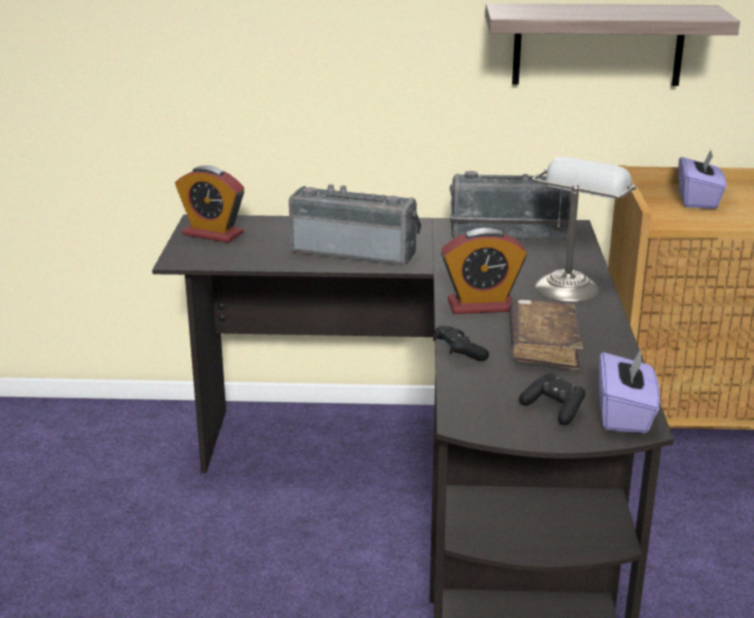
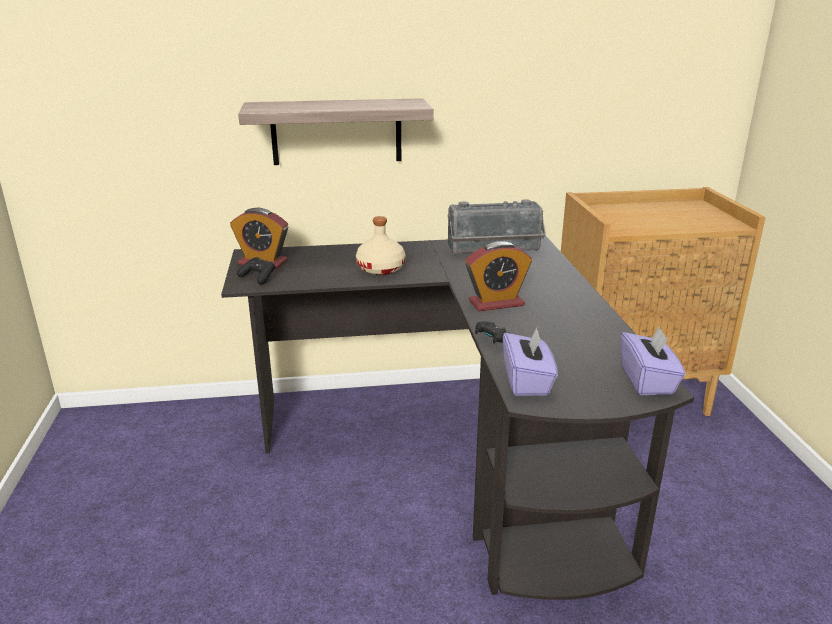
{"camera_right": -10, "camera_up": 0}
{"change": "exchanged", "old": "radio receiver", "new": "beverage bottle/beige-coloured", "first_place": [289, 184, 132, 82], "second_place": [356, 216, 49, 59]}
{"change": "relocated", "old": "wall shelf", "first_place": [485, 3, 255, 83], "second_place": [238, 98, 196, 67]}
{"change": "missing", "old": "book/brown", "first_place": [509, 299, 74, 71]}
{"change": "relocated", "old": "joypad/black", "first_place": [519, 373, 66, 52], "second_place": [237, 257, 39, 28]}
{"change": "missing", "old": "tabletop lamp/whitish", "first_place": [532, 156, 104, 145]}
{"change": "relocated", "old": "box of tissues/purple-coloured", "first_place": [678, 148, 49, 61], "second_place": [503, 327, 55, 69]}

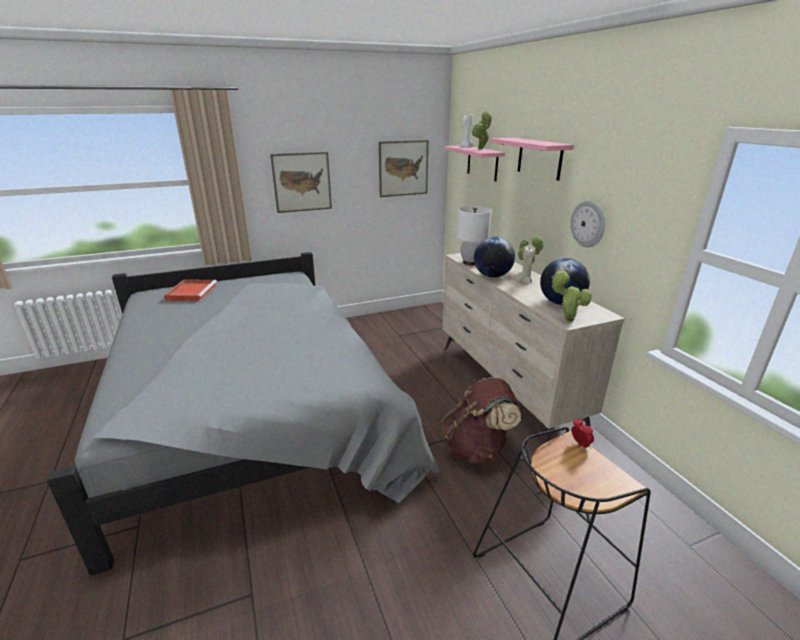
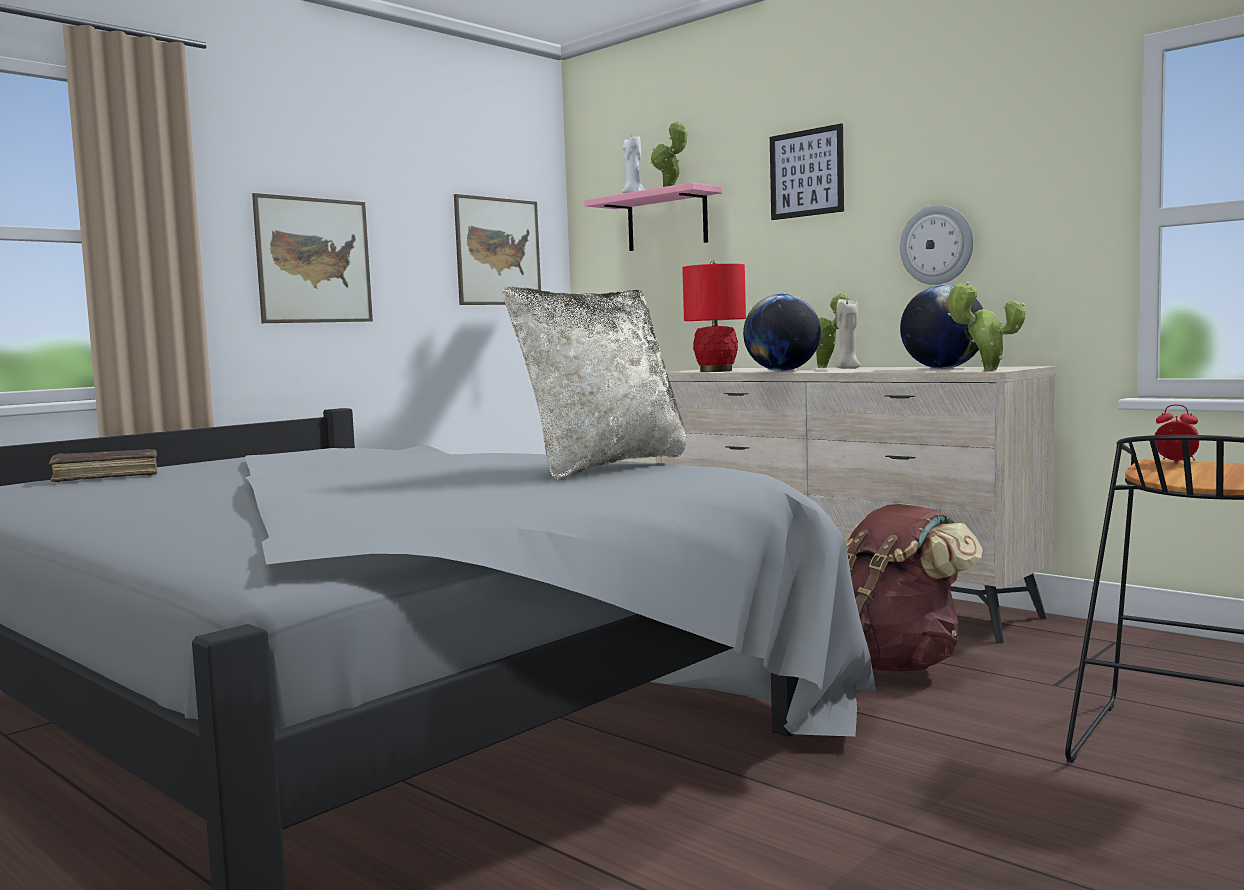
{"camera_right": -25, "camera_up": -20}
{"change": "exchanged", "old": "serving tray/red", "new": "book/brown", "first_place": [164, 280, 53, 21], "second_place": [49, 449, 109, 33]}
{"change": "colour", "old": "tabletop lamp/whitish", "new": "tabletop lamp/red", "first_place": [457, 206, 35, 59], "second_place": [682, 261, 64, 111]}
{"change": "exchanged", "old": "wall shelf/pinkish", "new": "picture", "first_place": [491, 138, 83, 43], "second_place": [770, 123, 74, 97]}
{"change": "appeared", "new": "throw pillow/beige-coloured", "second_place": [502, 286, 184, 194]}

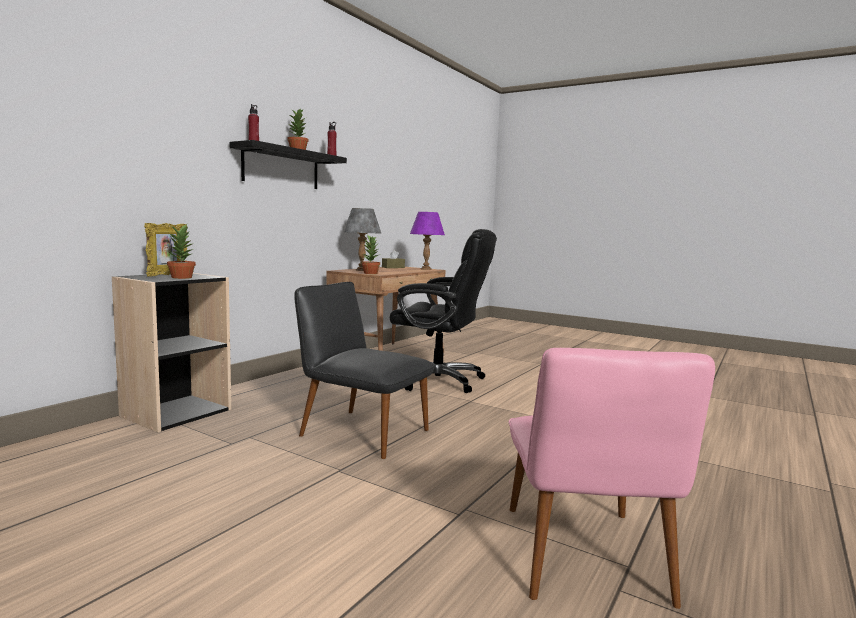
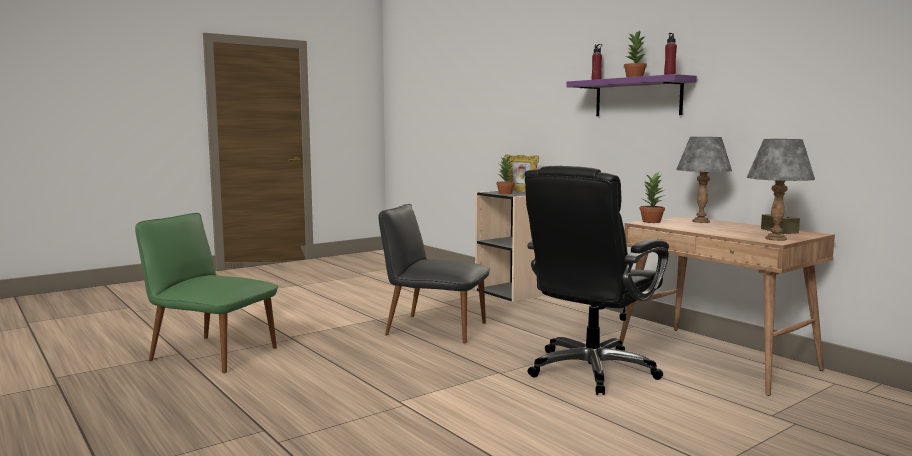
{"camera_right": 110, "camera_up": 0}
{"change": "colour", "old": "wall shelf/black", "new": "wall shelf/purple-coloured", "first_place": [230, 140, 117, 49], "second_place": [566, 74, 131, 42]}
{"change": "spun", "old": "plain chair/black", "first_place": [294, 282, 141, 177], "second_place": [378, 204, 112, 139], "degrees": -120}
{"change": "colour", "old": "tabletop lamp/purple-coloured", "new": "tabletop lamp/gray", "first_place": [410, 212, 35, 58], "second_place": [747, 139, 68, 102]}
{"change": "colour", "old": "plain chair/pinkish", "new": "plain chair/green", "first_place": [509, 348, 206, 261], "second_place": [135, 213, 143, 160]}

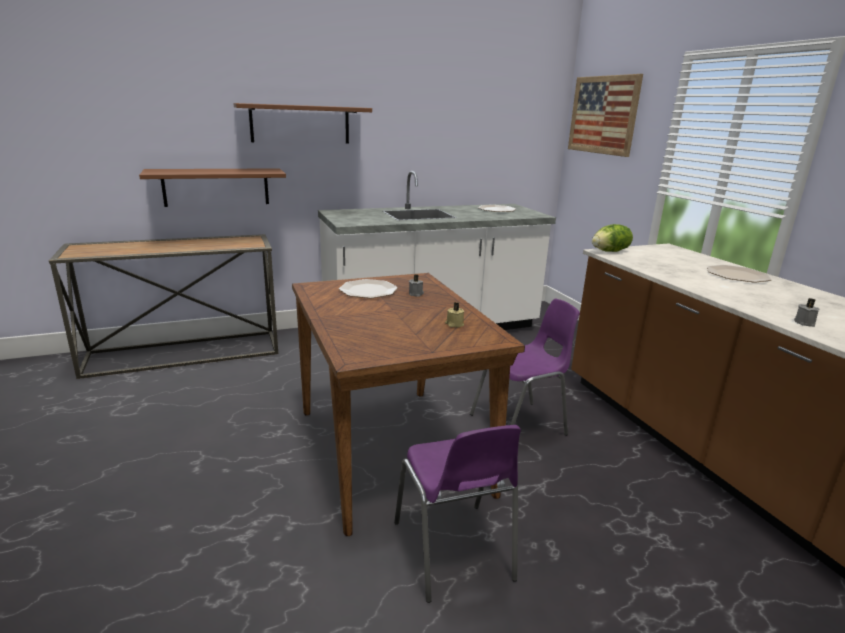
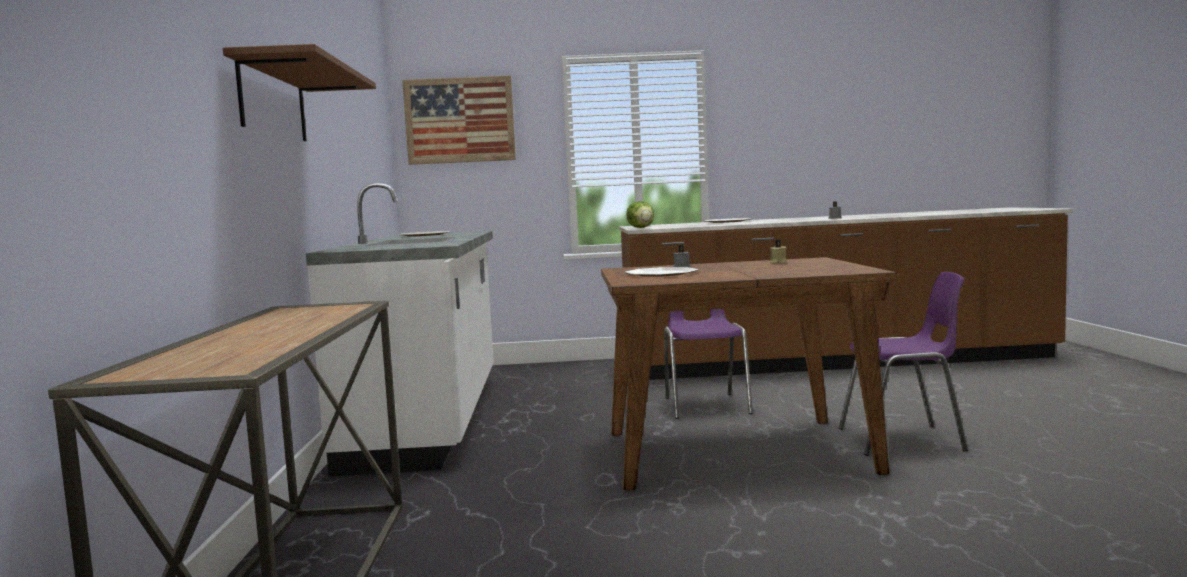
{"camera_right": -70, "camera_up": -15}
{"change": "missing", "old": "wall shelf/brown", "first_place": [139, 168, 147, 39]}

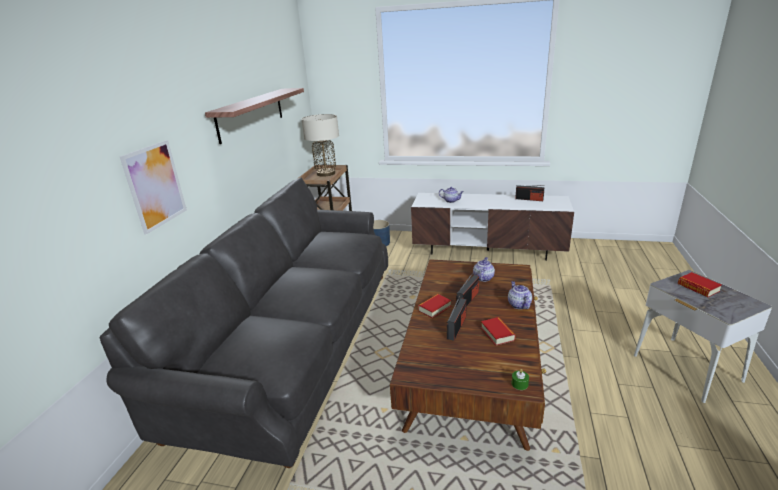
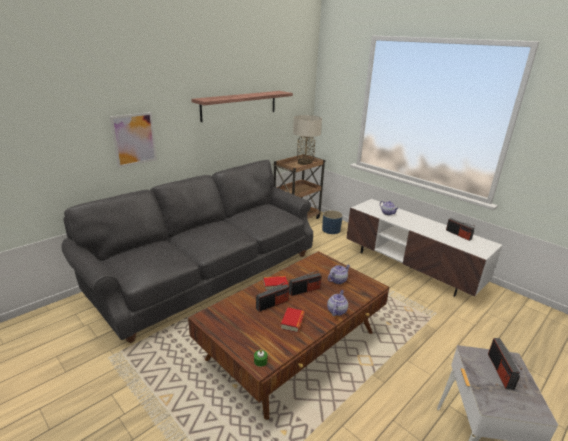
{"camera_right": 30, "camera_up": 0}
{"change": "exchanged", "old": "book", "new": "radio receiver", "first_place": [678, 272, 44, 25], "second_place": [488, 338, 34, 52]}

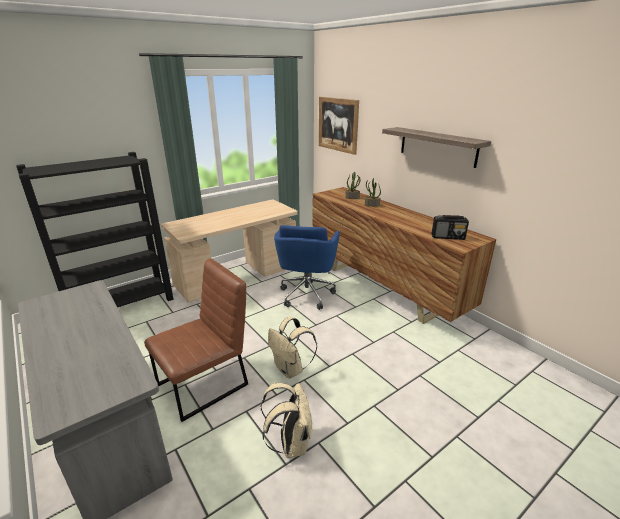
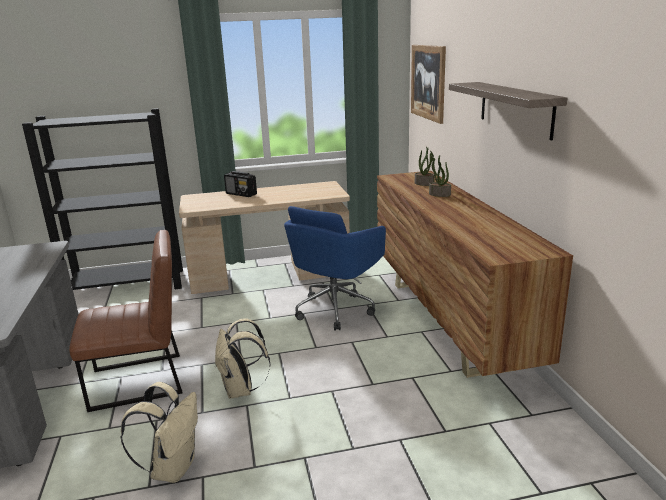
{"camera_right": 25, "camera_up": -5}
{"change": "relocated", "old": "radio receiver", "first_place": [432, 215, 37, 25], "second_place": [224, 171, 33, 26]}

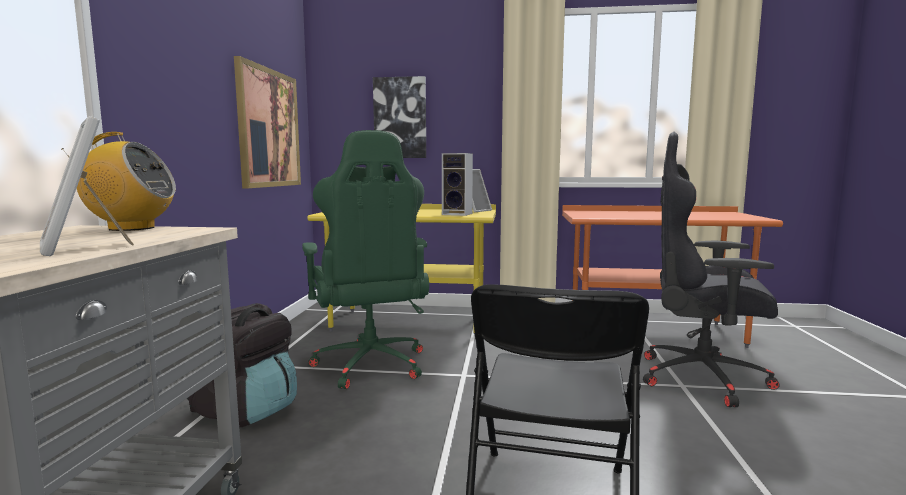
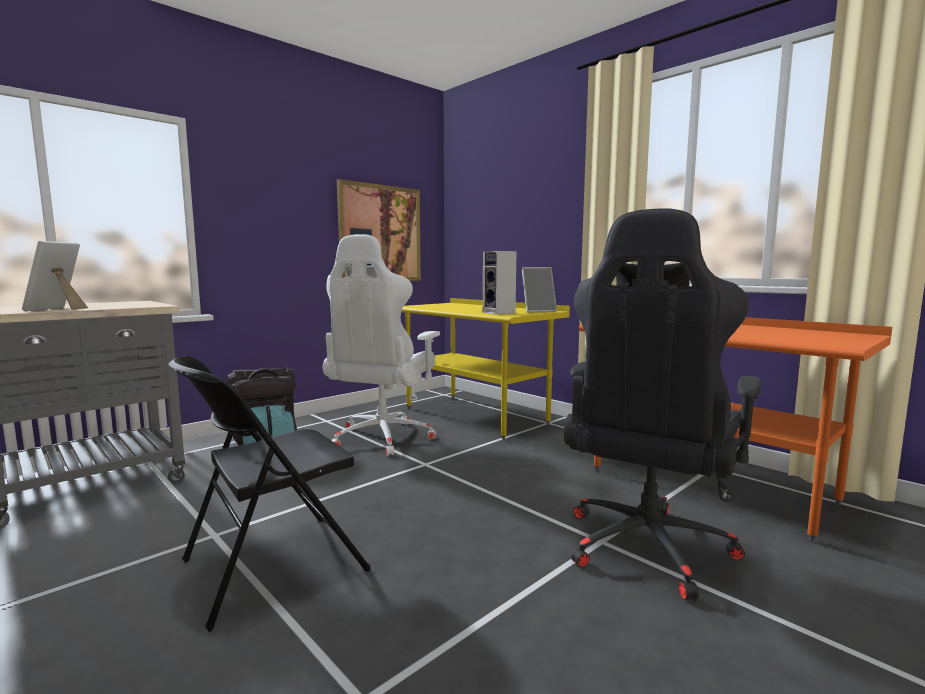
{"camera_right": 40, "camera_up": 0}
{"change": "missing", "old": "radio receiver", "first_place": [61, 132, 115, 99]}
{"change": "colour", "old": "computer chair/green", "new": "computer chair/whitish", "first_place": [302, 130, 127, 259], "second_place": [323, 234, 117, 222]}
{"change": "missing", "old": "picture", "first_place": [373, 76, 53, 82]}
{"change": "spun", "old": "computer chair/black", "first_place": [643, 131, 137, 276], "second_place": [564, 208, 197, 392], "degrees": -120}

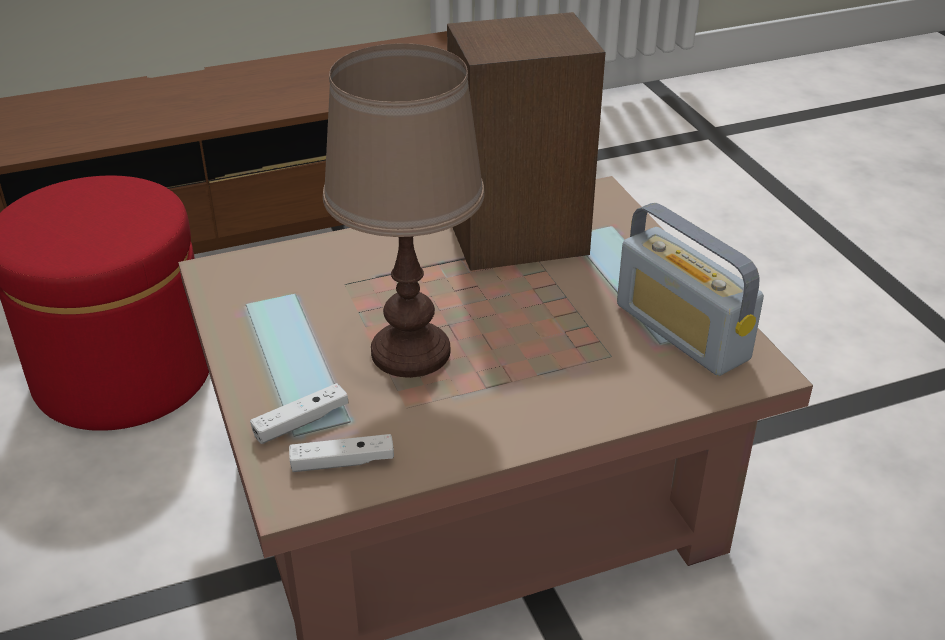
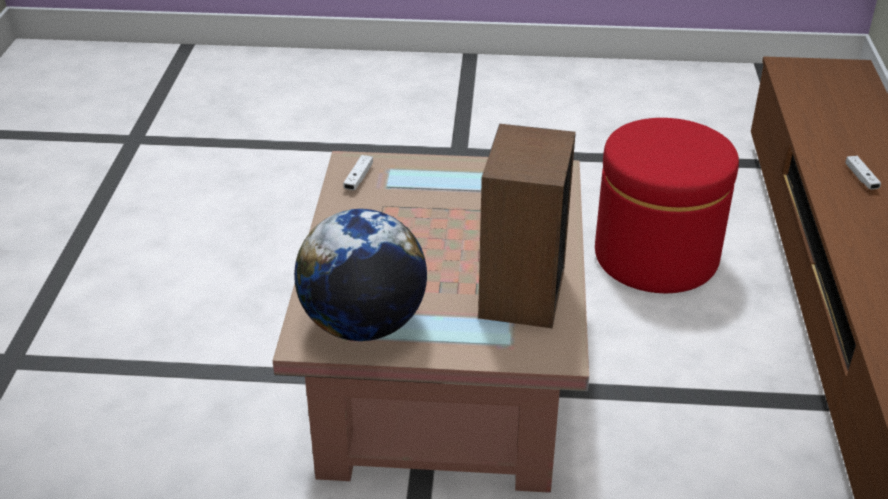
{"camera_right": 115, "camera_up": 0}
{"change": "relocated", "old": "joypad/whitish", "first_place": [250, 383, 98, 61], "second_place": [845, 156, 36, 34]}
{"change": "missing", "old": "tabletop lamp/brown", "first_place": [323, 43, 162, 335]}
{"change": "exchanged", "old": "radio receiver", "new": "globe", "first_place": [617, 203, 147, 173], "second_place": [294, 209, 133, 132]}

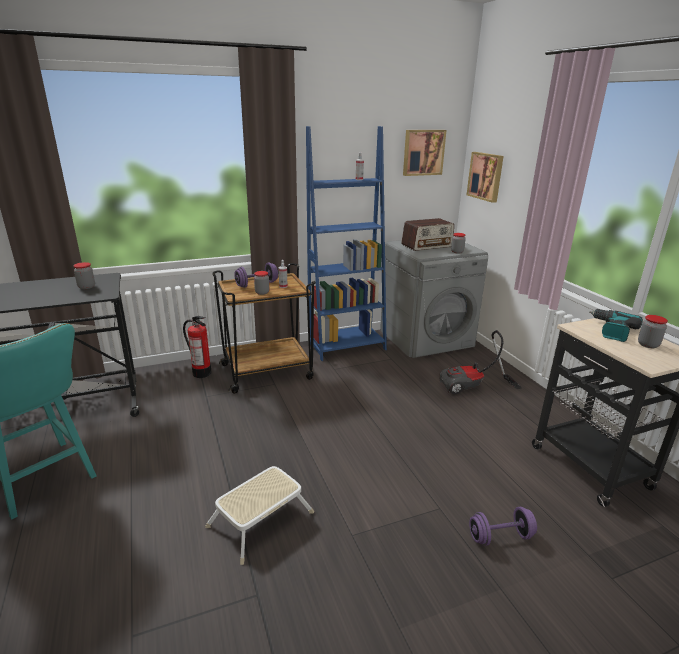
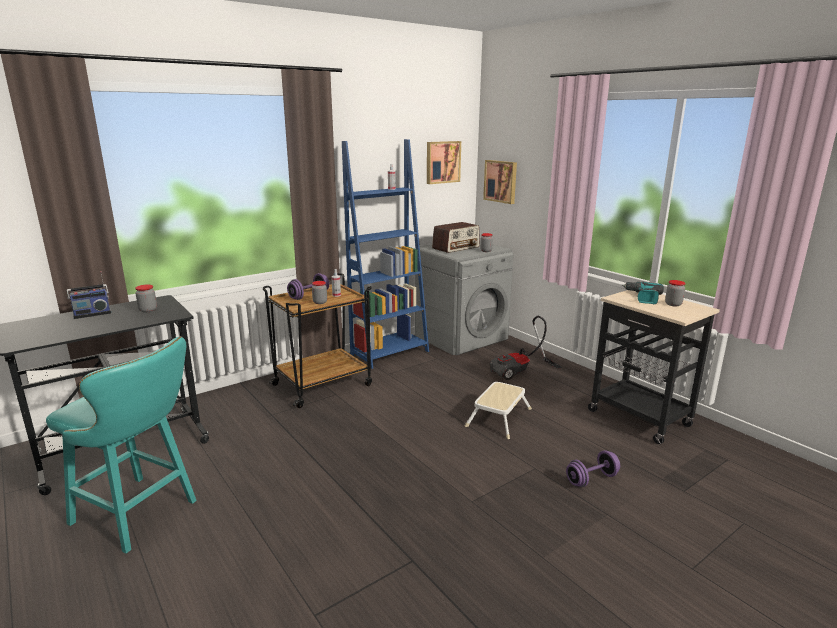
{"camera_right": -15, "camera_up": -5}
{"change": "missing", "old": "fire extinguisher", "first_place": [183, 316, 29, 62]}
{"change": "relocated", "old": "step stool/beige-coloured", "first_place": [205, 466, 109, 99], "second_place": [465, 382, 67, 57]}
{"change": "appeared", "new": "radio receiver", "second_place": [67, 271, 44, 48]}

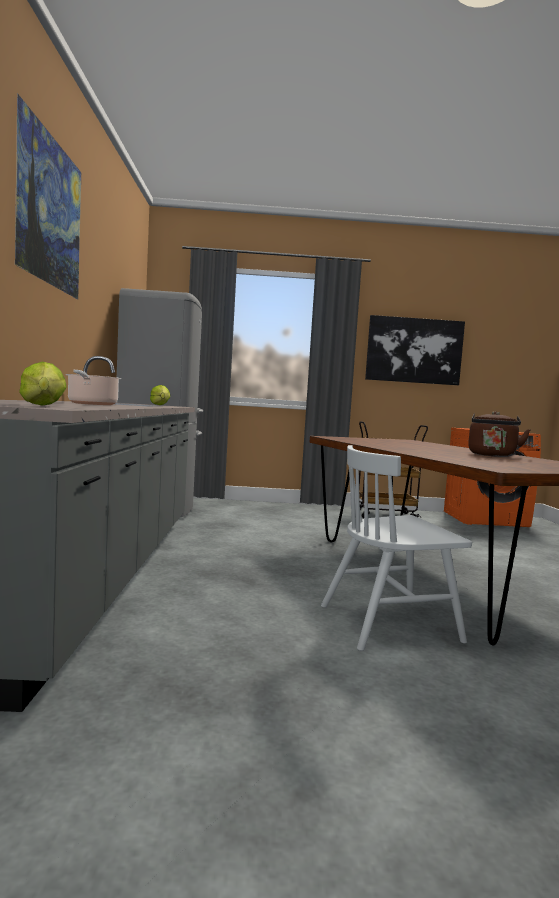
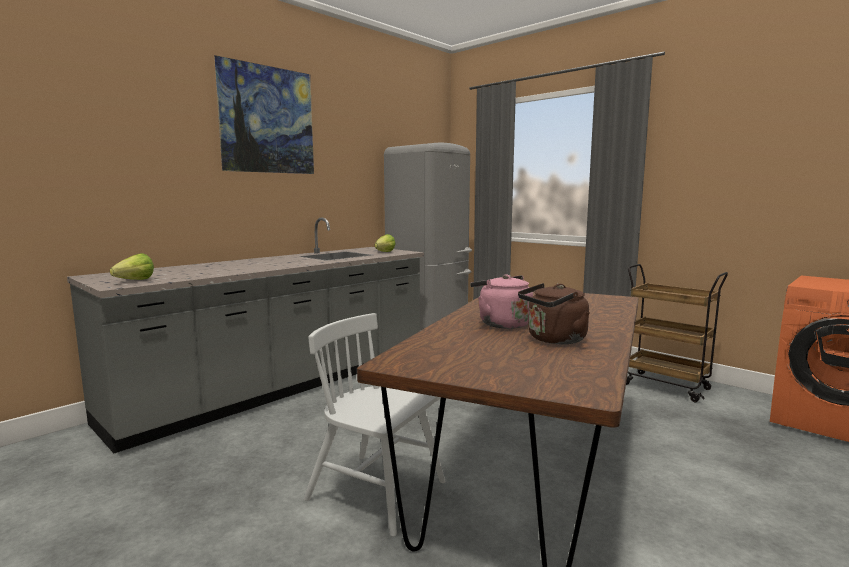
{"camera_right": 45, "camera_up": 5}
{"change": "missing", "old": "stockpot", "first_place": [66, 370, 55, 35]}
{"change": "missing", "old": "picture", "first_place": [365, 315, 100, 70]}
{"change": "appeared", "new": "water kettle/pinkish", "second_place": [470, 274, 63, 55]}

